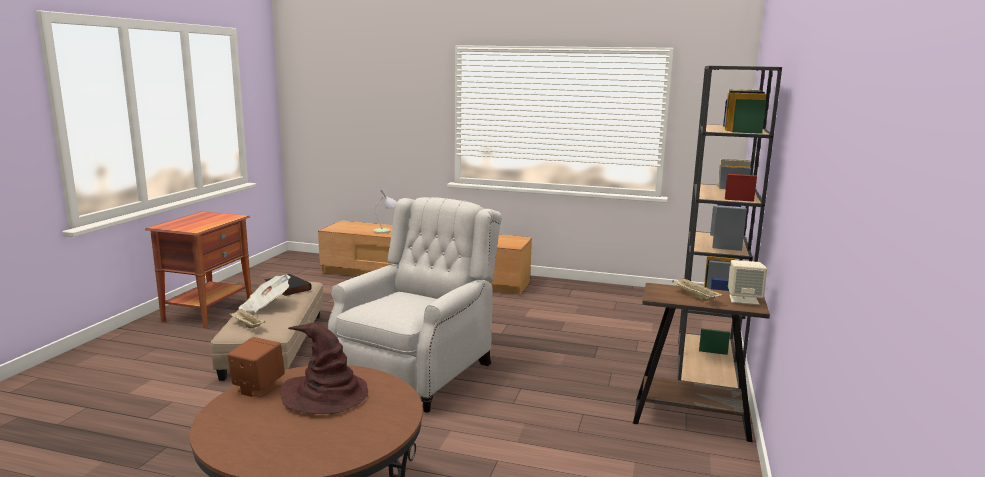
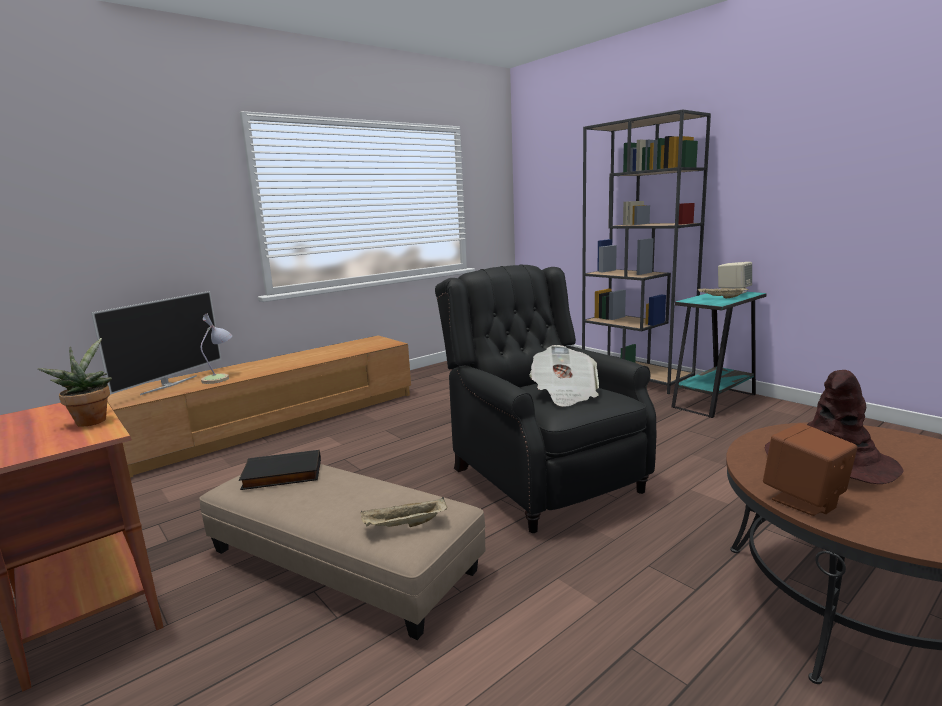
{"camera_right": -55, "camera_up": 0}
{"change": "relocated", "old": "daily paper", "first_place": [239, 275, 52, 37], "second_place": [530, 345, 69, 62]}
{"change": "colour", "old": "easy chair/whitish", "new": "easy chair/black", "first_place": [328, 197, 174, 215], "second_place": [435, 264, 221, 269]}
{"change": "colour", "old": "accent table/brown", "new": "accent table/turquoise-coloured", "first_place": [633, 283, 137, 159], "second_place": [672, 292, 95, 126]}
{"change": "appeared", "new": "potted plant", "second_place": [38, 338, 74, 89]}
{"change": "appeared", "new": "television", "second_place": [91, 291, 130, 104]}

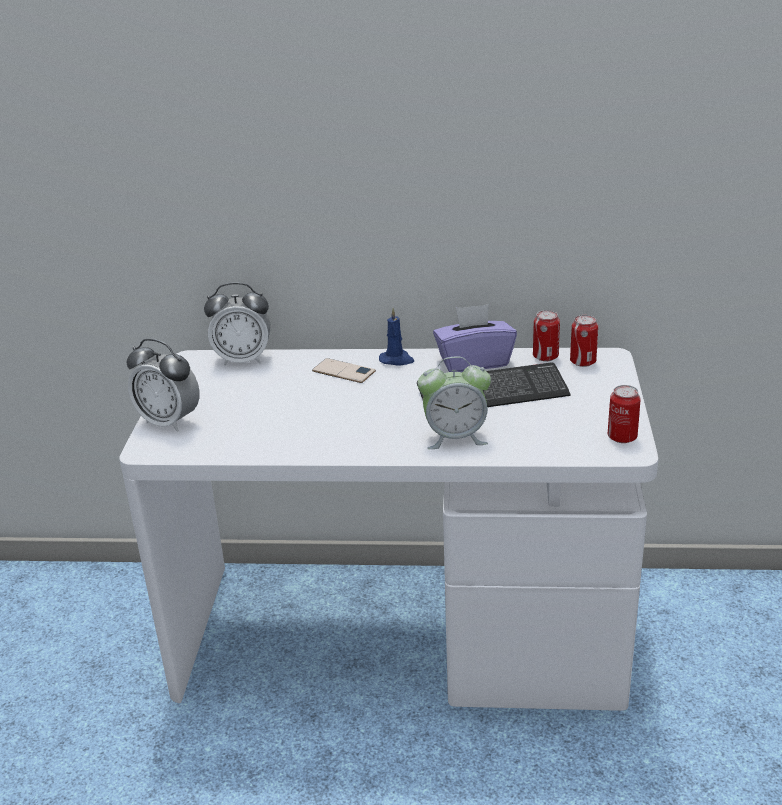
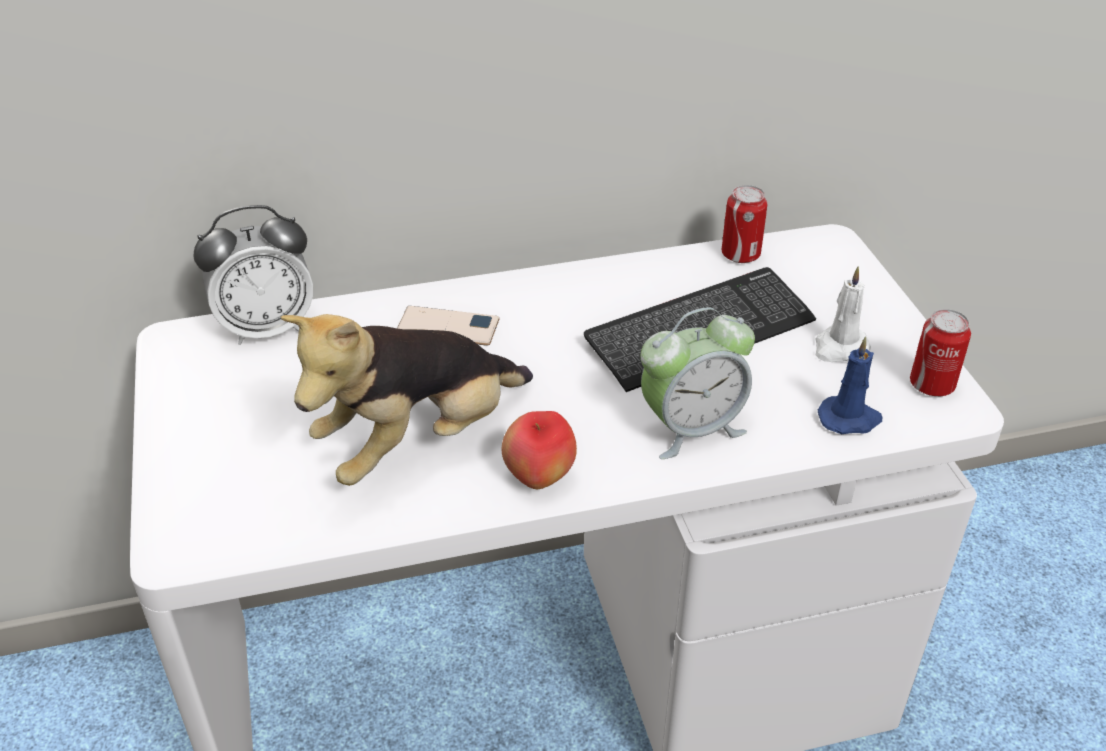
{"camera_right": -20, "camera_up": 10}
{"change": "missing", "old": "table clock", "first_place": [126, 339, 74, 93]}
{"change": "relocated", "old": "wax candle/bluish", "first_place": [379, 308, 35, 58], "second_place": [818, 337, 64, 97]}
{"change": "missing", "old": "box of tissues/purple-coloured", "first_place": [433, 304, 84, 68]}
{"change": "missing", "old": "can", "first_place": [570, 315, 28, 52]}
{"change": "appeared", "new": "plush toy", "second_place": [280, 314, 253, 172]}
{"change": "appeared", "new": "apple", "second_place": [501, 411, 76, 78]}
{"change": "appeared", "new": "wax candle/whitish", "second_place": [816, 267, 55, 95]}

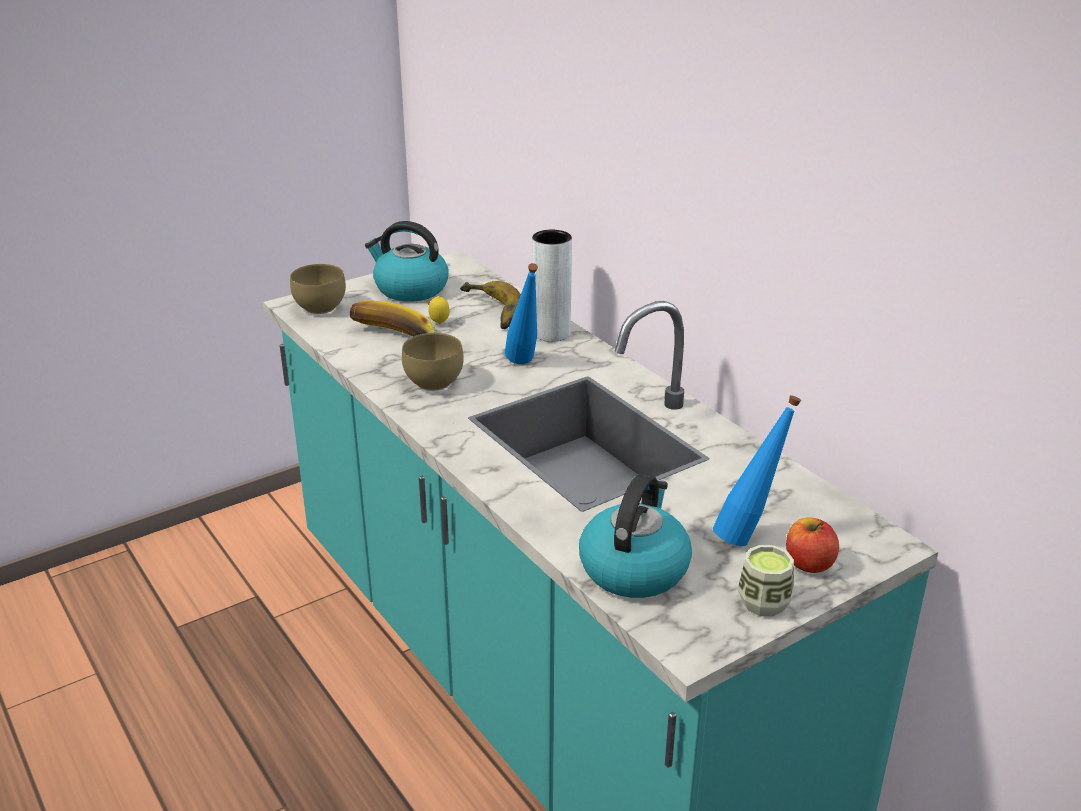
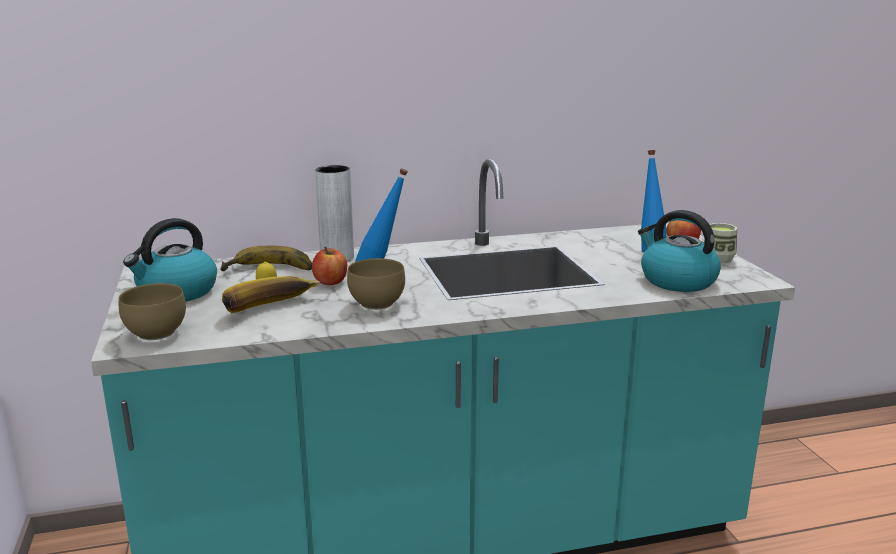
{"camera_right": -70, "camera_up": -10}
{"change": "appeared", "new": "apple", "second_place": [312, 247, 35, 38]}

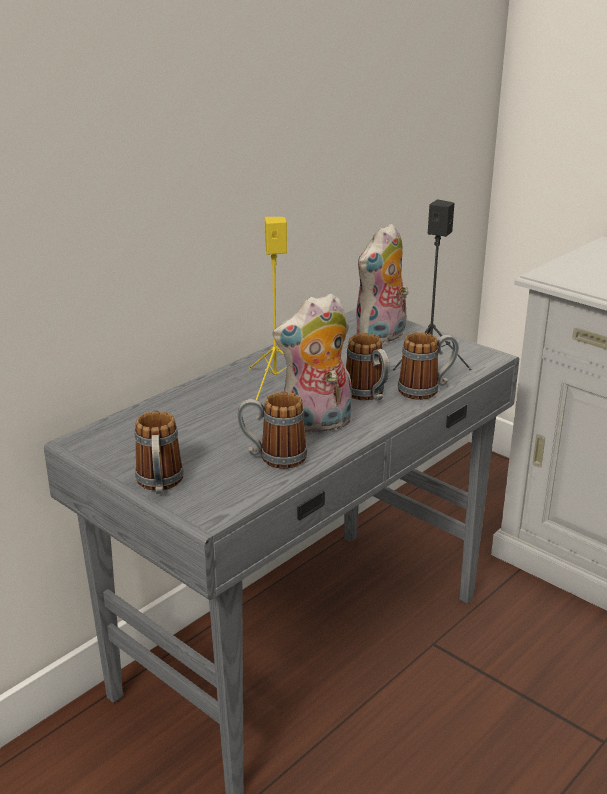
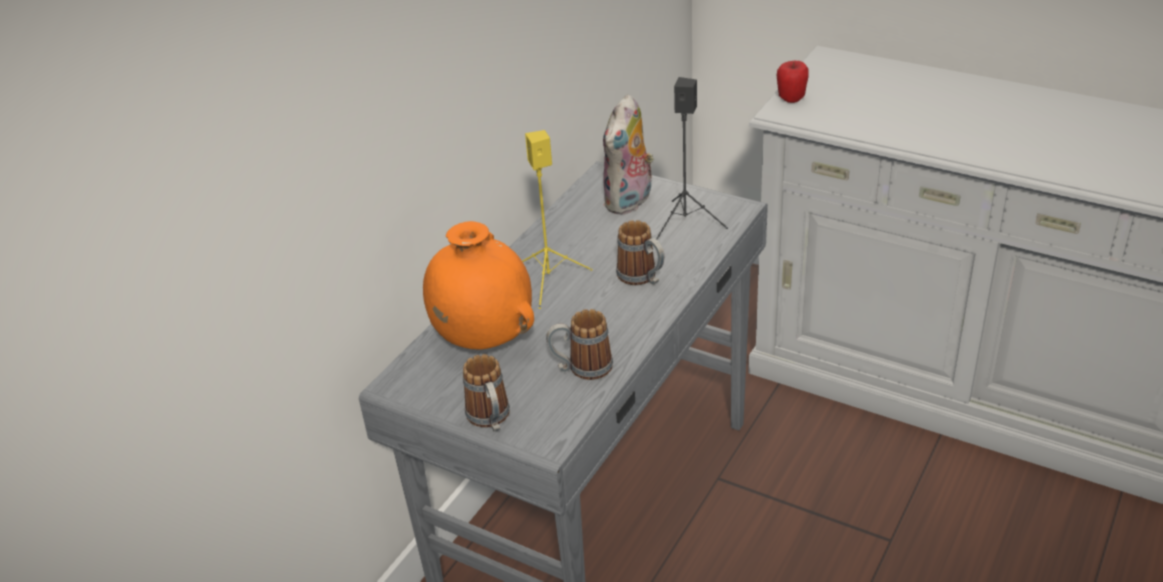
{"camera_right": -10, "camera_up": 10}
{"change": "missing", "old": "plush toy", "first_place": [272, 293, 80, 141]}
{"change": "missing", "old": "mug", "first_place": [398, 332, 61, 68]}
{"change": "appeared", "new": "flower vase/orange", "second_place": [423, 221, 111, 129]}
{"change": "appeared", "new": "apple", "second_place": [777, 61, 32, 42]}

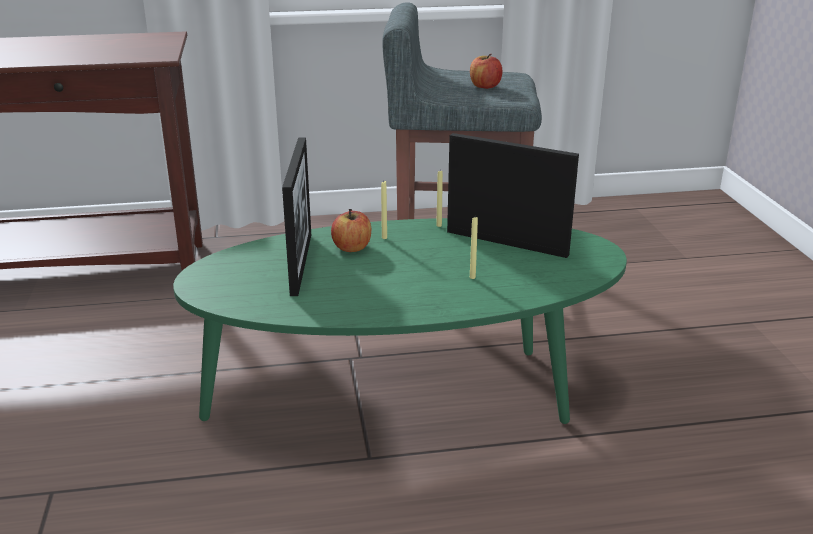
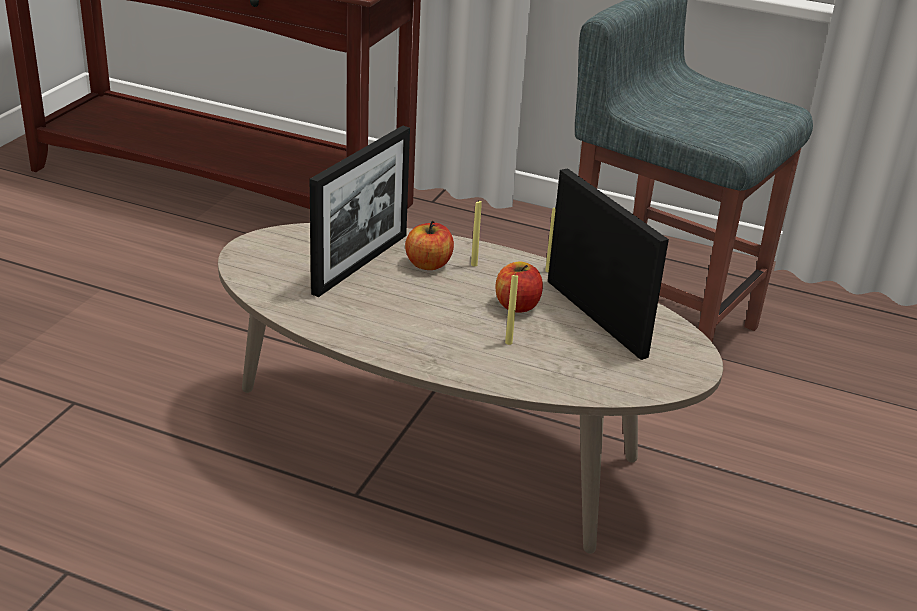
{"camera_right": 30, "camera_up": 5}
{"change": "colour", "old": "lounge table/green", "new": "lounge table/beige-coloured", "first_place": [173, 218, 454, 206], "second_place": [218, 223, 505, 331]}
{"change": "relocated", "old": "apple", "first_place": [470, 53, 32, 36], "second_place": [496, 262, 47, 50]}

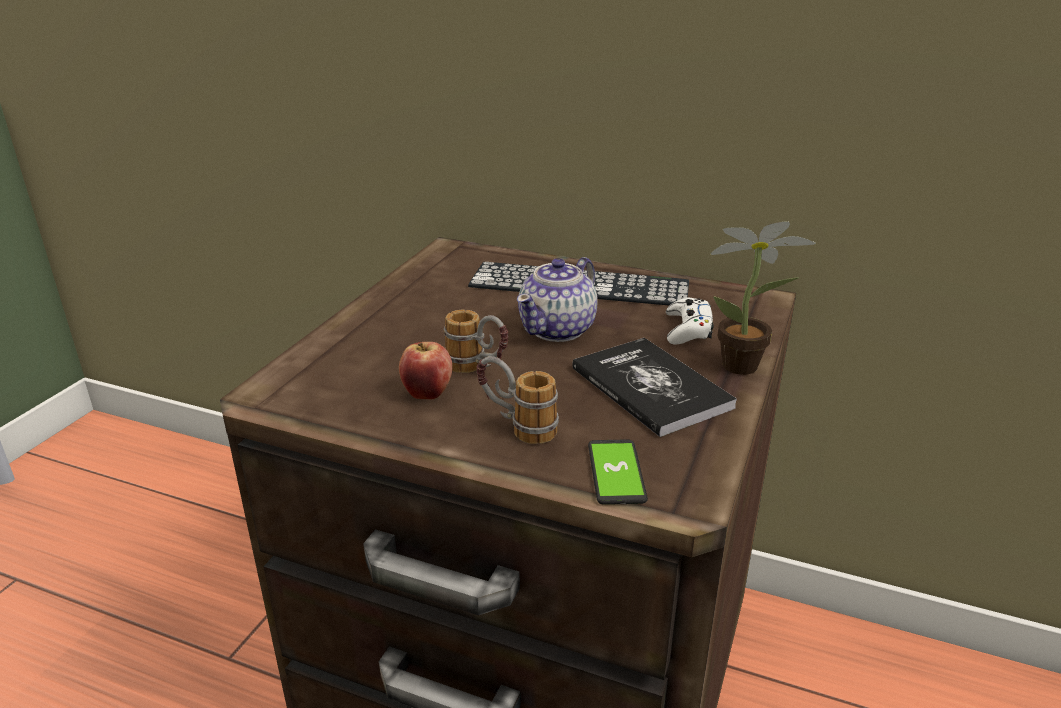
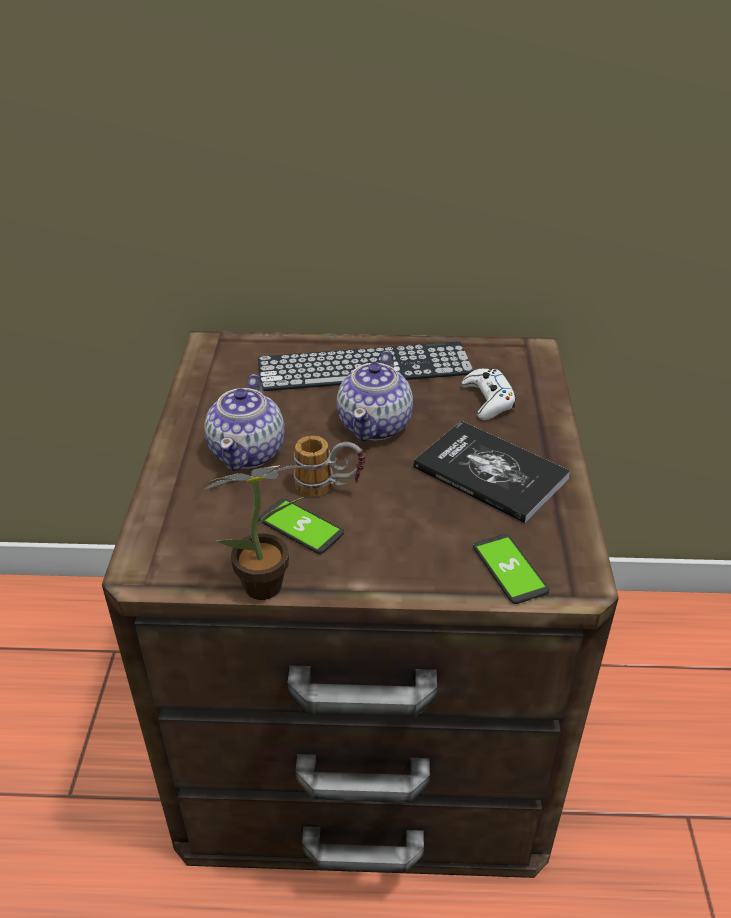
{"camera_right": -20, "camera_up": 10}
{"change": "exchanged", "old": "apple", "new": "phone", "first_place": [399, 342, 53, 58], "second_place": [258, 498, 86, 56]}
{"change": "missing", "old": "mug", "first_place": [477, 356, 82, 88]}
{"change": "relocated", "old": "potted plant", "first_place": [710, 221, 106, 154], "second_place": [204, 465, 110, 135]}
{"change": "appeared", "new": "teapot", "second_place": [204, 374, 81, 97]}

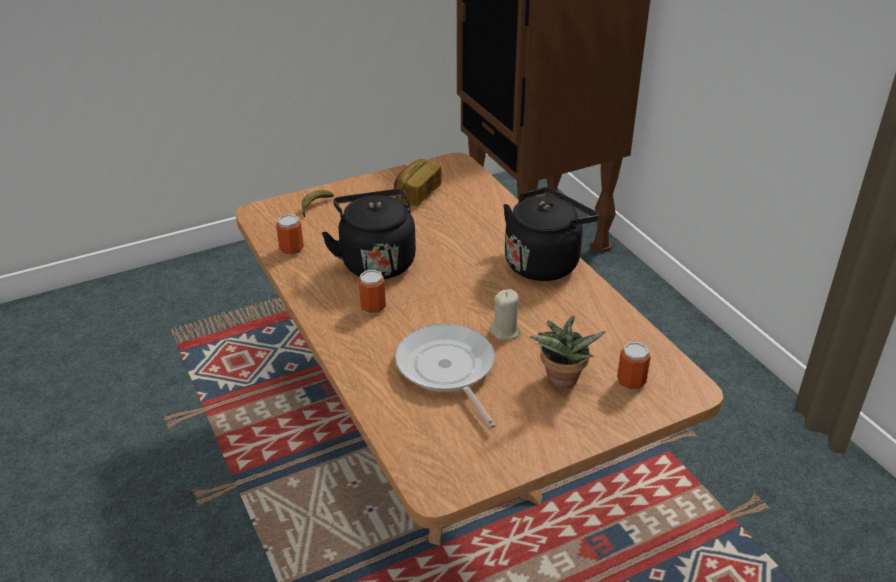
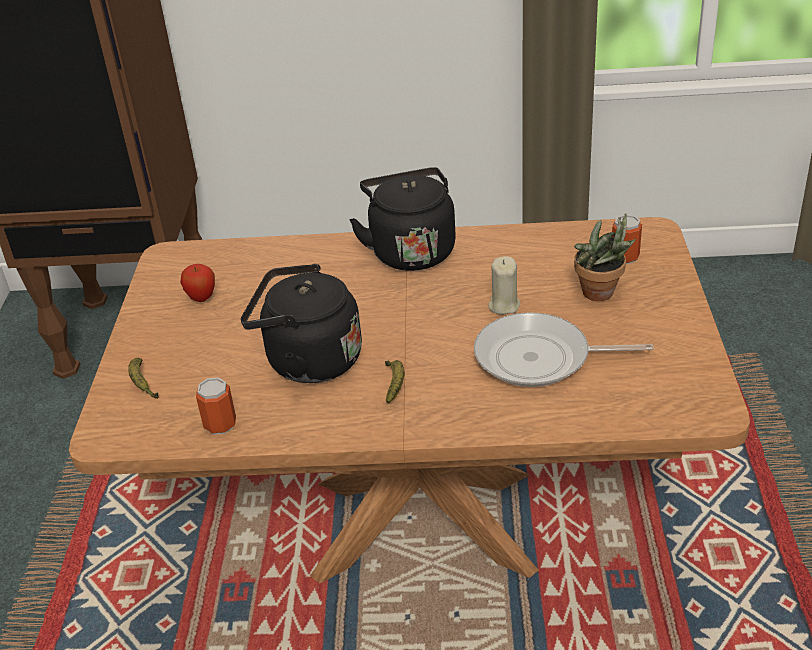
{"camera_right": -60, "camera_up": 0}
{"change": "exchanged", "old": "can", "new": "banana fruit", "first_place": [359, 270, 27, 44], "second_place": [385, 360, 19, 43]}
{"change": "exchanged", "old": "bread", "new": "apple", "first_place": [394, 159, 47, 47], "second_place": [181, 264, 34, 38]}

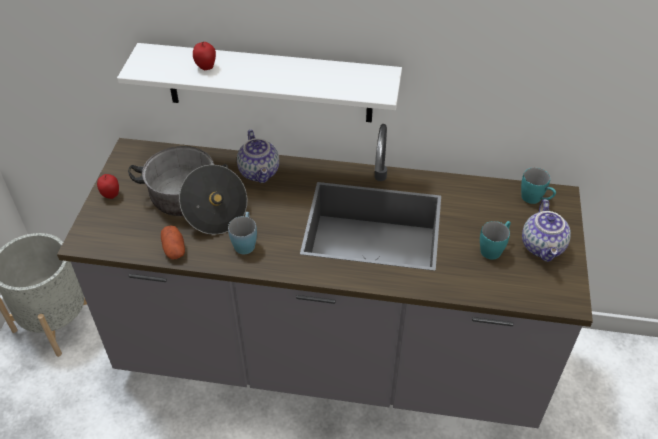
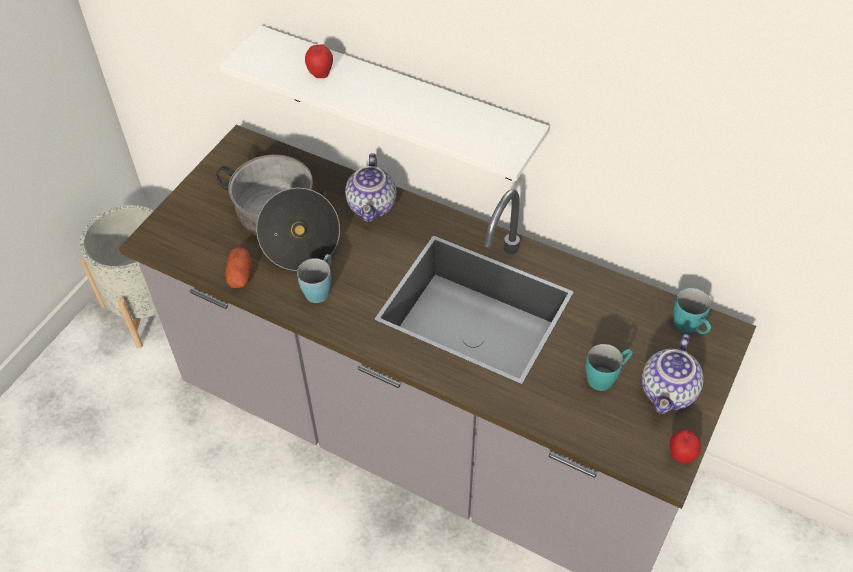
{"camera_right": 20, "camera_up": 5}
{"change": "relocated", "old": "apple", "first_place": [97, 174, 22, 25], "second_place": [670, 430, 31, 33]}

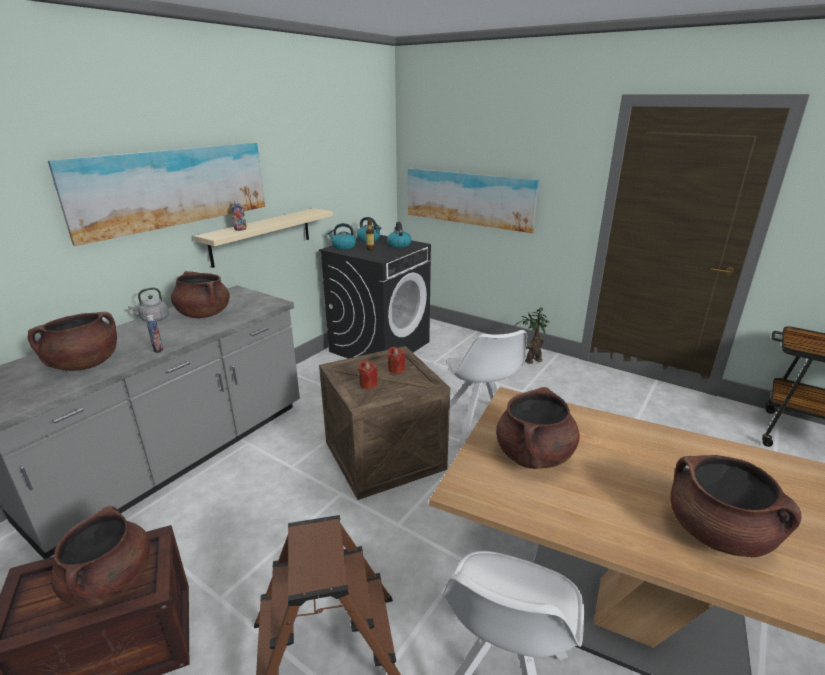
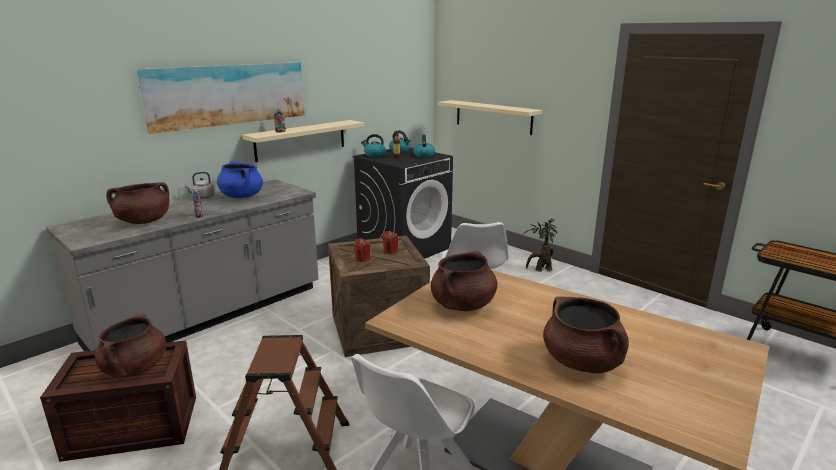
{"camera_right": 10, "camera_up": -5}
{"change": "colour", "old": "stockpot/brown", "new": "stockpot/bluish", "first_place": [171, 271, 59, 47], "second_place": [217, 161, 46, 37]}
{"change": "exchanged", "old": "picture", "new": "wall shelf/beige-coloured", "first_place": [408, 168, 131, 65], "second_place": [438, 100, 104, 35]}

